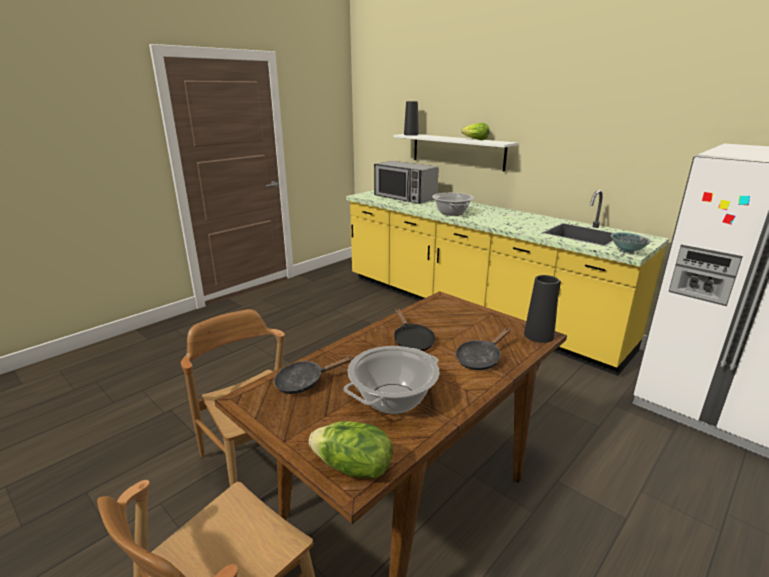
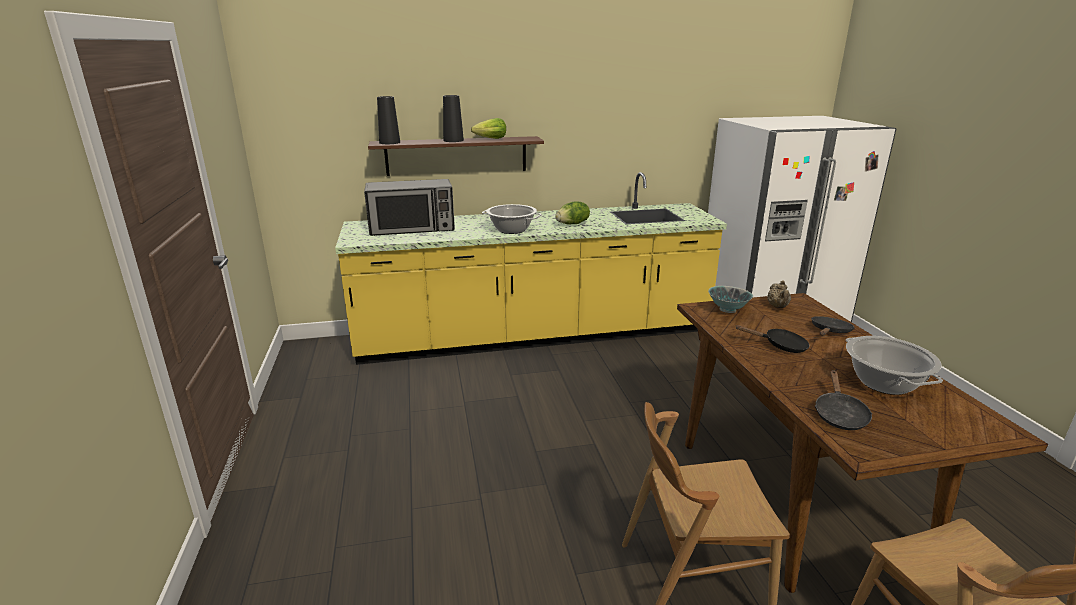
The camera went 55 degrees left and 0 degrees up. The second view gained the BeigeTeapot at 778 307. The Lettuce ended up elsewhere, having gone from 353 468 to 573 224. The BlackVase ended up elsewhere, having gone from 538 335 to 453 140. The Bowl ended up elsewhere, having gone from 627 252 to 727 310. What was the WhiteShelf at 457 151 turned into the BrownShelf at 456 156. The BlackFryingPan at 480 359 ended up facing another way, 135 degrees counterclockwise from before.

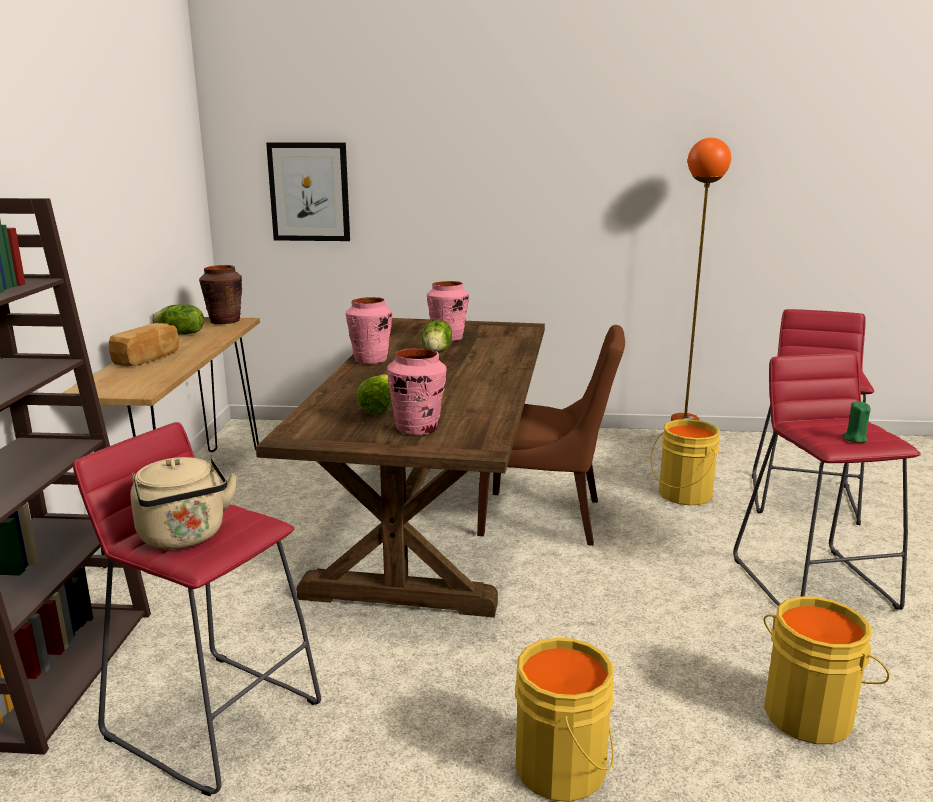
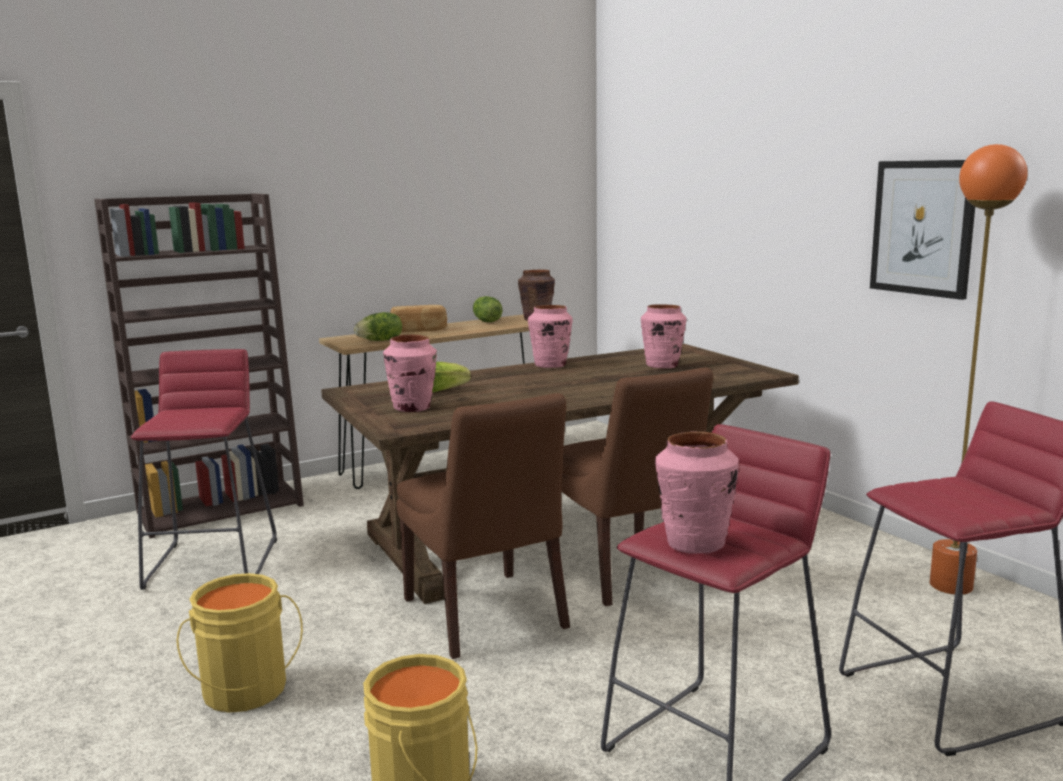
The camera went 55 degrees right and 5 degrees down. The second view lost the BeigeKettle at 185 537. The second view lost the YellowBucket at 682 495. The second view gained the BrownChair at 486 616. The Picture ended up elsewhere, having gone from 309 192 to 923 228. The Lettuce ended up elsewhere, having gone from 437 351 to 380 340. Where the GreenCandle stood at 854 439, the PinkVase came to stand at 694 543.

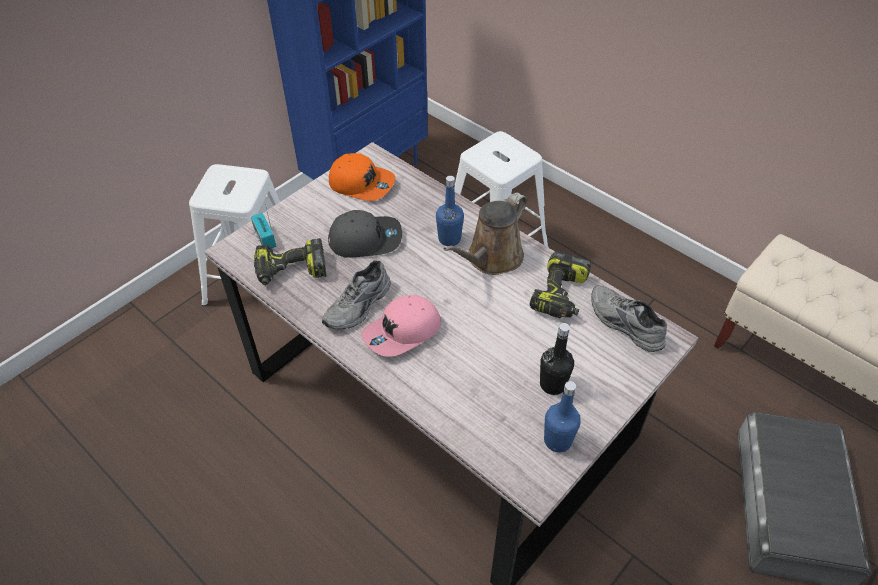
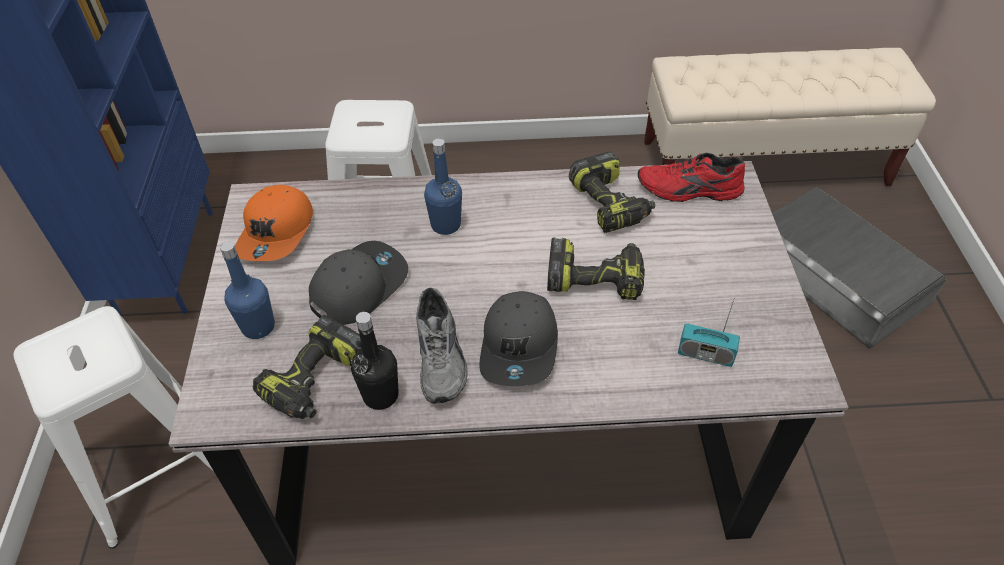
The camera went 45 degrees left and 0 degrees up. The second view lost the BrownWateringCan at 491 259. The second view gained the PowerDrill at 595 277. The Radio ended up elsewhere, having gone from 265 238 to 705 354. The BlackBottle ended up elsewhere, having gone from 552 384 to 380 395. The BlueBottle ended up elsewhere, having gone from 557 440 to 258 326. What was the PinkCap at 403 332 turned into the GreyCap at 520 347. What was the GreyShoe at 623 324 turned into the RedShoe at 689 191. The OrangeCap at 362 183 ended up facing another way, 120 degrees clockwise from before.

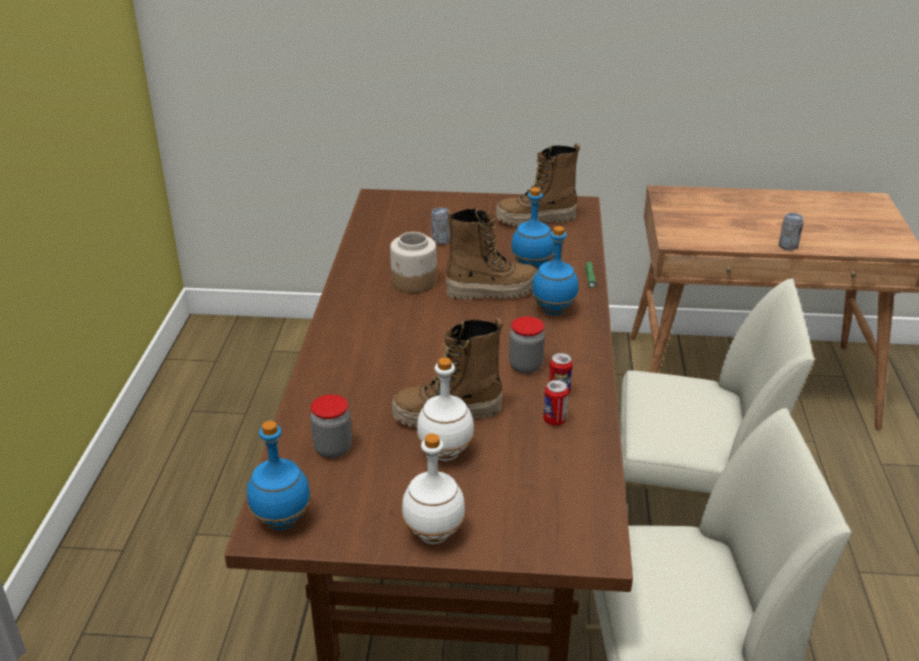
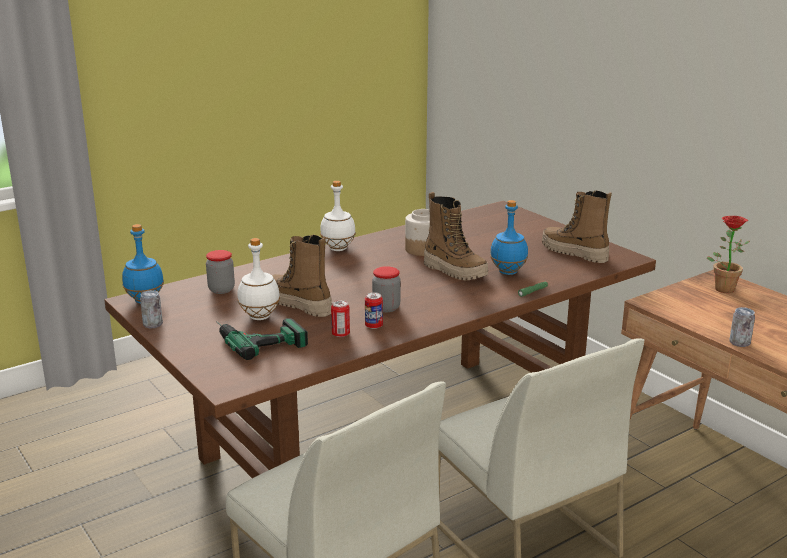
The camera went 50 degrees right and 10 degrees down. The second view lost the BlueBottle at 554 310. The second view gained the PowerDrill at 257 338. The second view gained the PottedPlant at 722 287. The WhiteBottle ended up elsewhere, having gone from 435 534 to 338 249. The Can ended up elsewhere, having gone from 440 241 to 153 324.

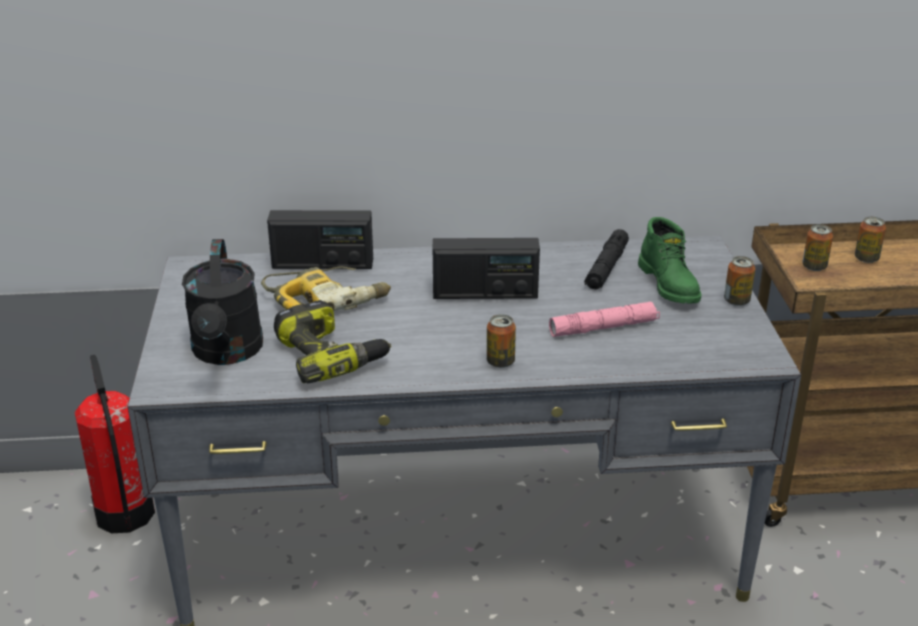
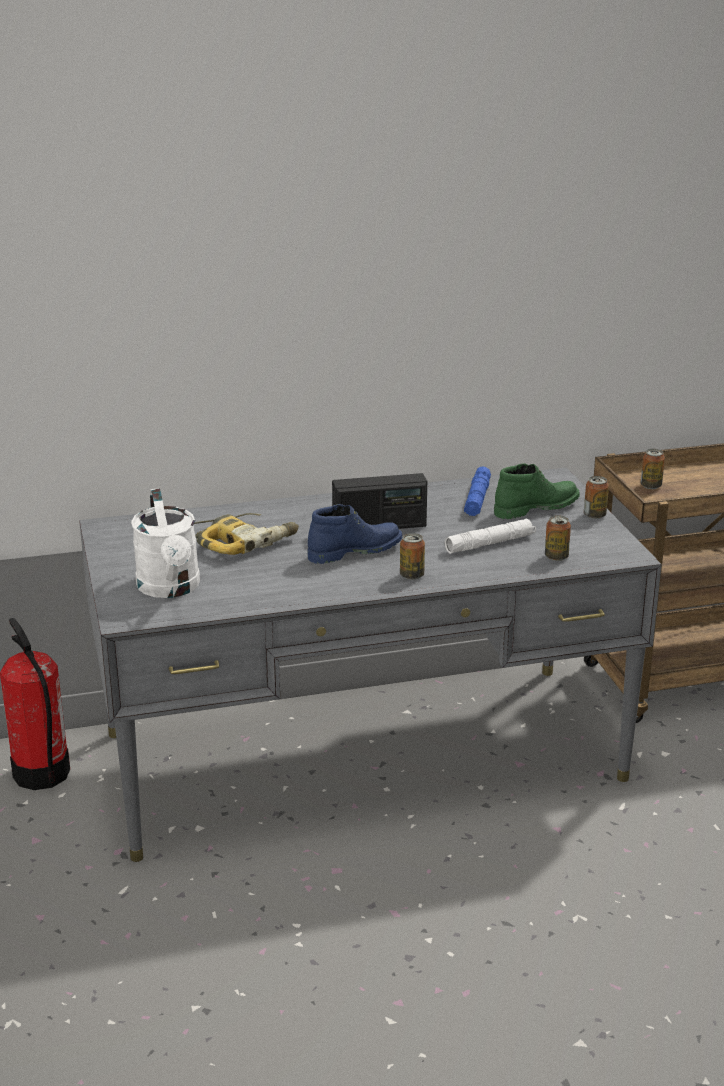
The camera went 10 degrees left and 5 degrees down. The second view lost the Radio at 322 264. The second view lost the PowerDrill at 331 355. The second view gained the BlueBoot at 354 551. The Can ended up elsewhere, having gone from 866 258 to 556 557. What was the BlackWateringCan at 227 353 turned into the WhiteWateringCan at 170 588. What was the PinkFlashlight at 604 327 turned into the WhiteFlashlight at 490 543. What was the BlackFlashlight at 606 267 turned into the BlueFlashlight at 477 499. The GreenBoot at 670 285 ended up facing another way, 90 degrees counterclockwise from before.

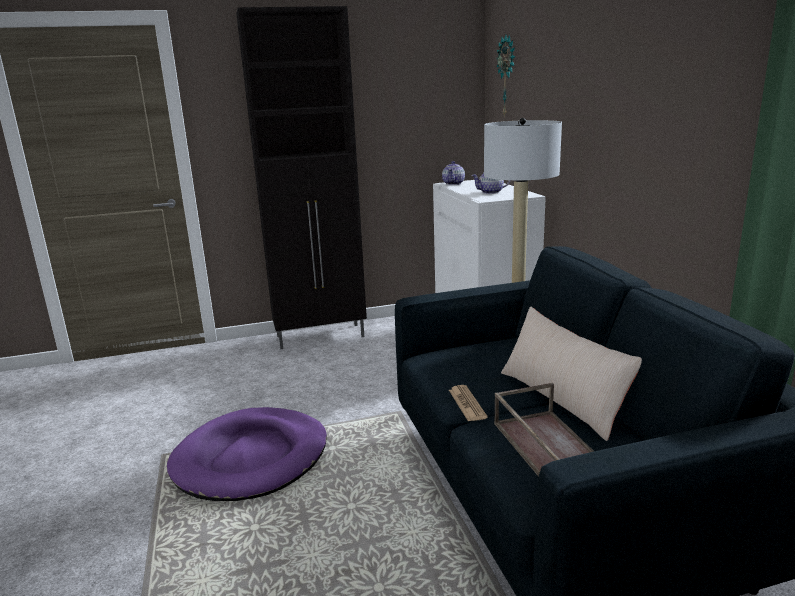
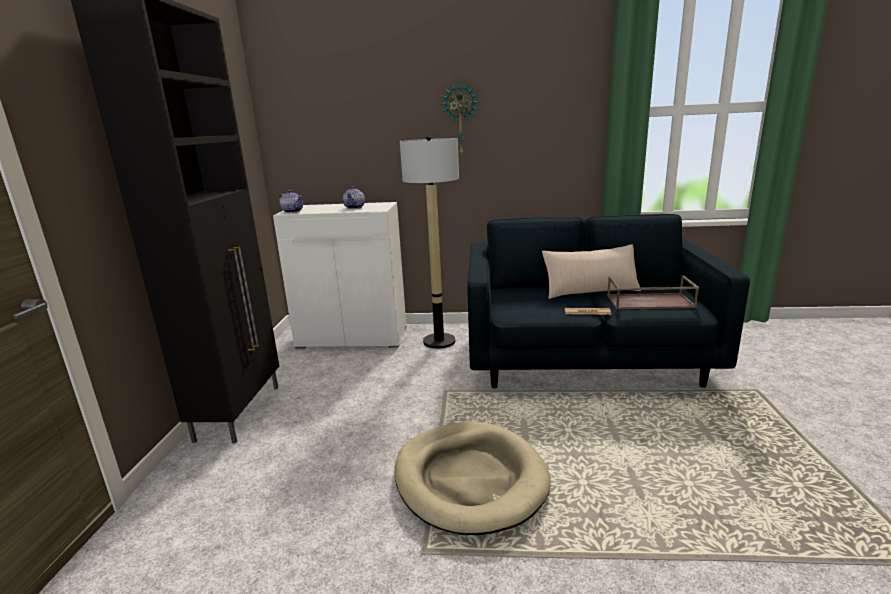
The camera went 70 degrees left and 0 degrees up. The WallClock ended up elsewhere, having gone from 508 76 to 460 119. What was the PurpleDogBed at 251 458 turned into the BeigeDogBed at 470 479.

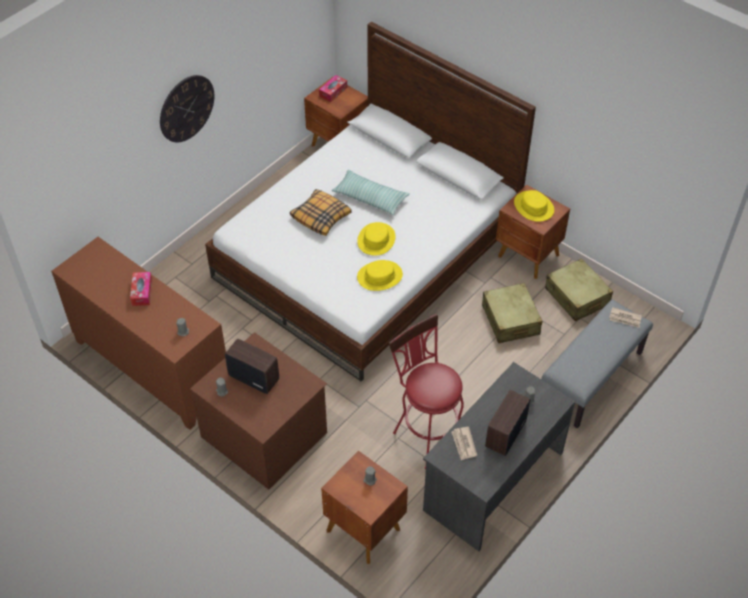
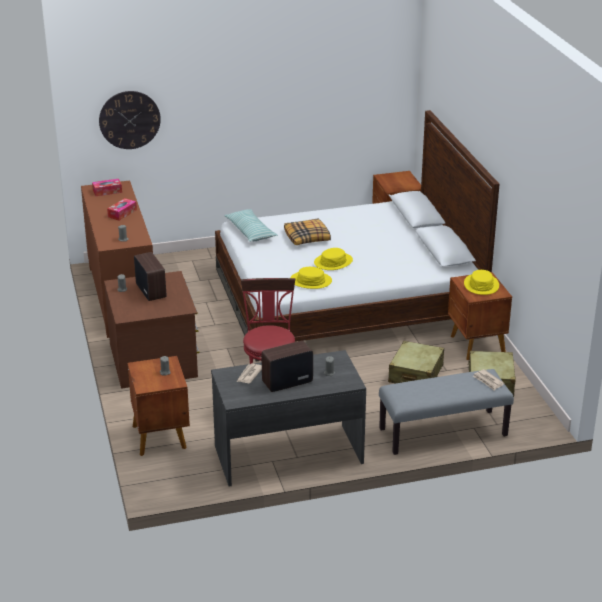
The camera went 35 degrees right and 20 degrees down. The WallClock ended up elsewhere, having gone from 186 108 to 129 120. The TissueBox ended up elsewhere, having gone from 333 92 to 107 191. The Pillow ended up elsewhere, having gone from 370 198 to 250 231.

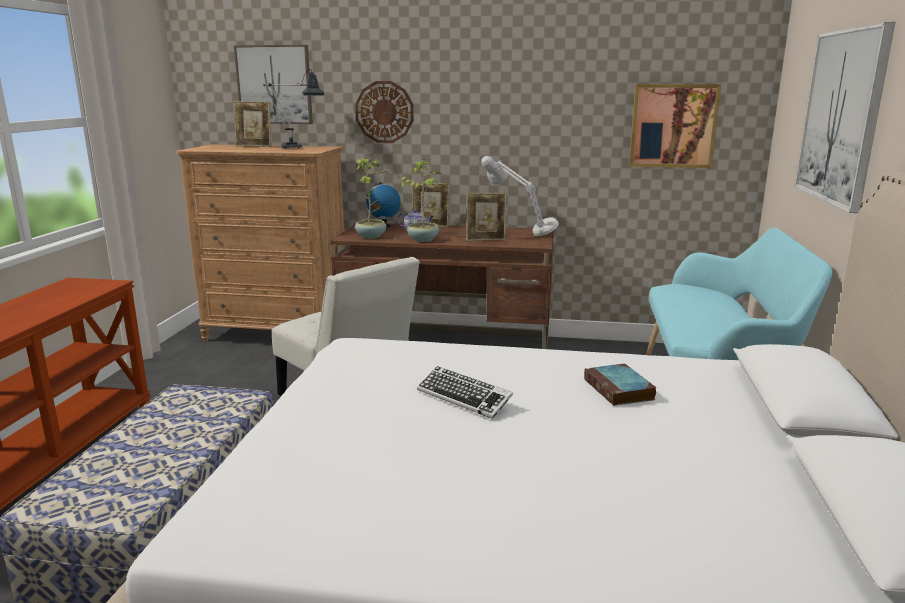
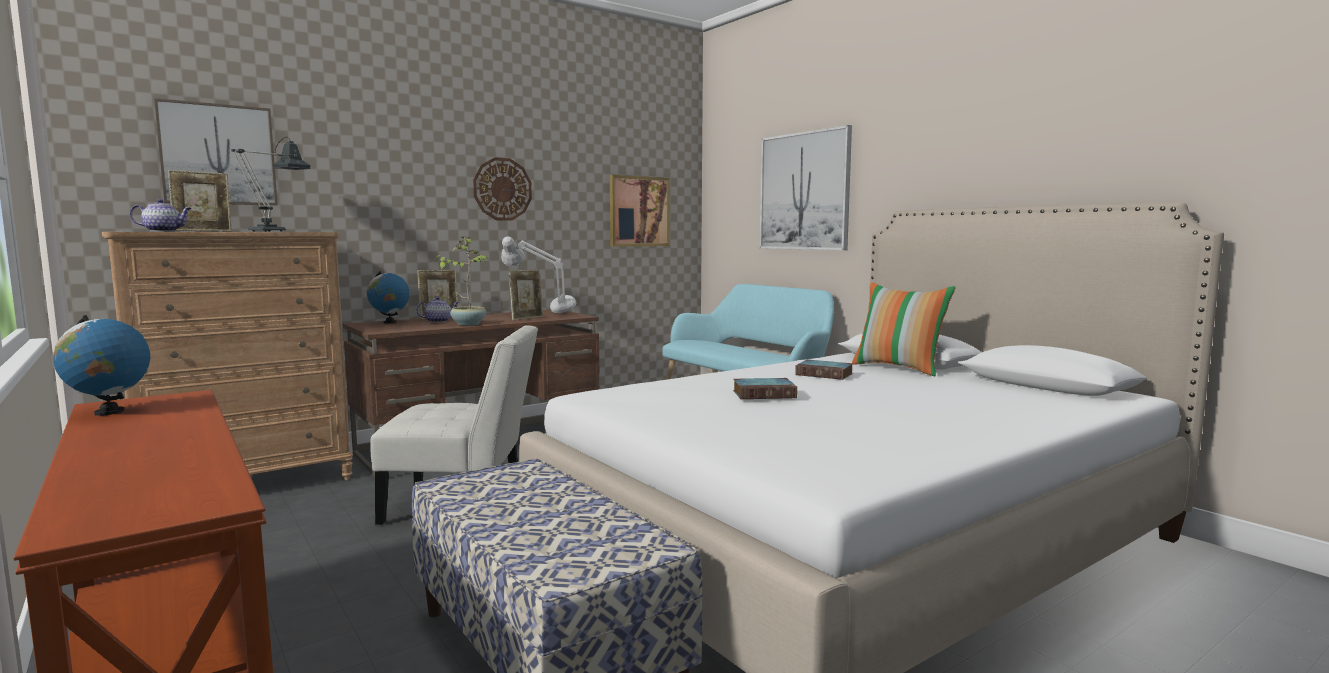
The camera went 45 degrees left and 10 degrees down. The second view lost the PottedPlant at 371 236. The second view gained the Globe at 108 412. The second view gained the Teapot at 164 231. The second view gained the Pillow at 899 368. The WallClock ended up elsewhere, having gone from 384 112 to 502 189. Where the Keyboard stood at 463 397, the Book came to stand at 765 394.

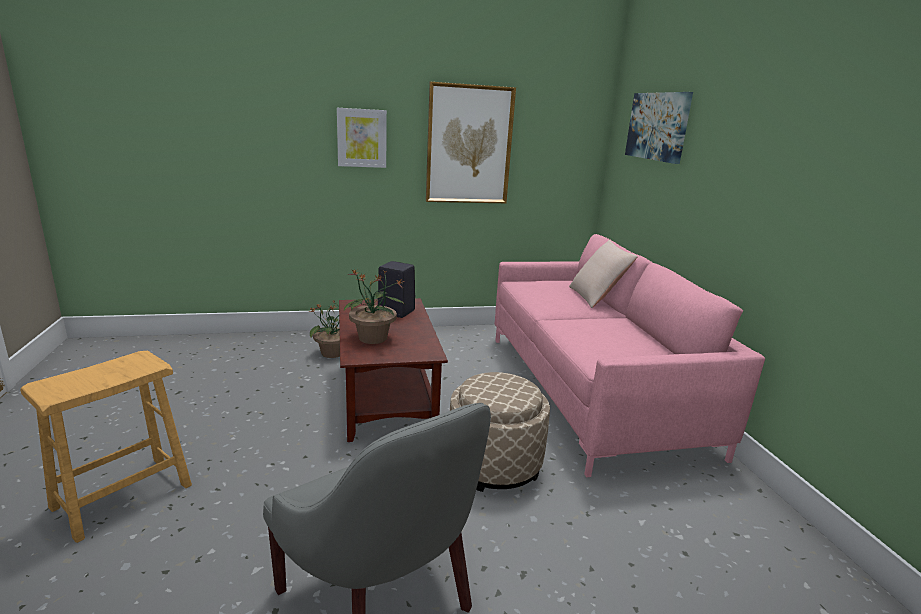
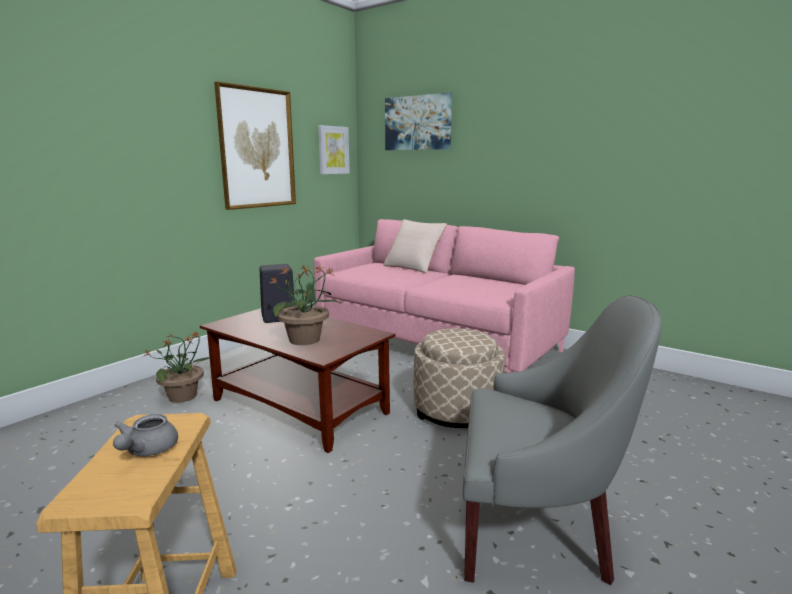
The camera went 40 degrees left and 5 degrees down. The second view gained the GreyTeapot at 146 451. The Picture ended up elsewhere, having gone from 361 138 to 333 150.

